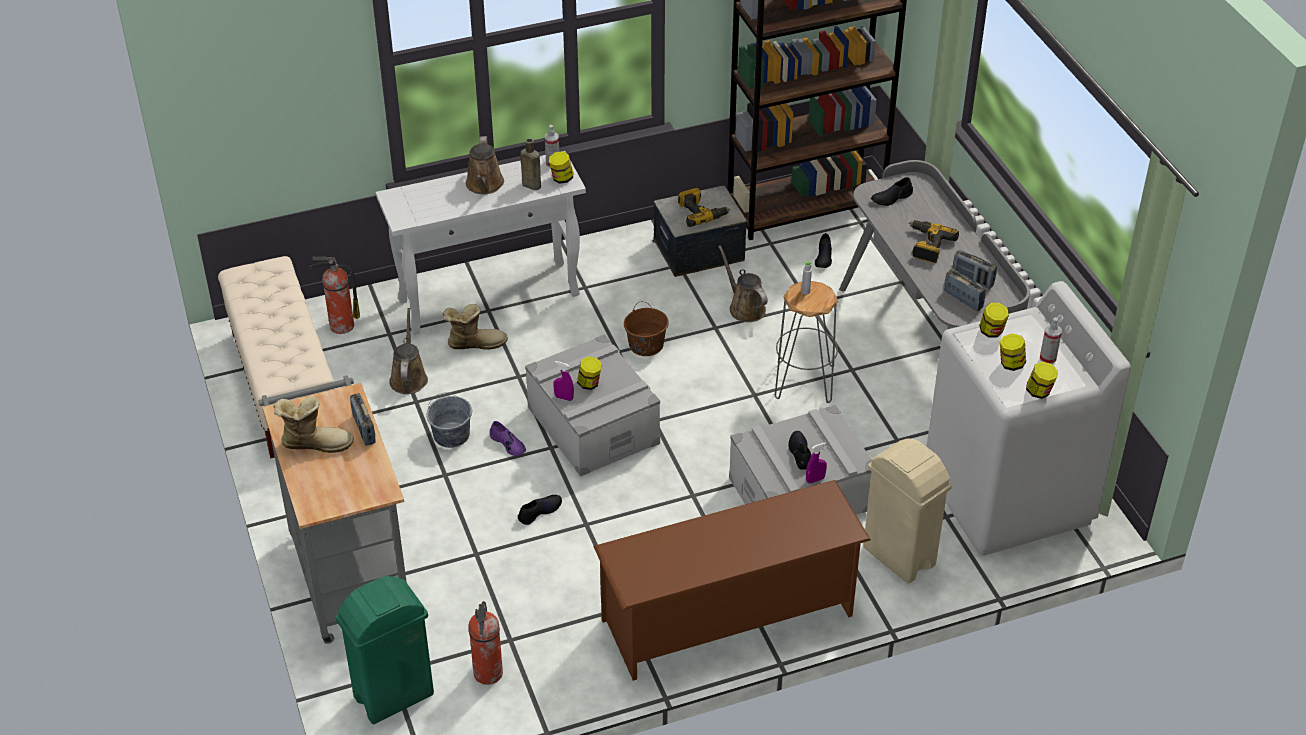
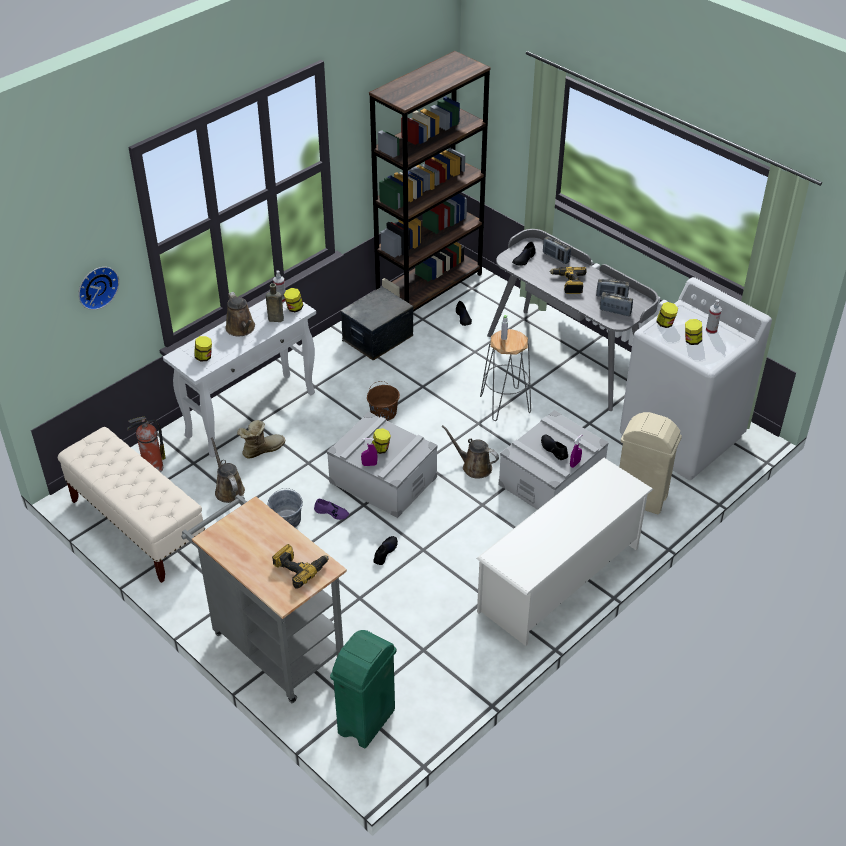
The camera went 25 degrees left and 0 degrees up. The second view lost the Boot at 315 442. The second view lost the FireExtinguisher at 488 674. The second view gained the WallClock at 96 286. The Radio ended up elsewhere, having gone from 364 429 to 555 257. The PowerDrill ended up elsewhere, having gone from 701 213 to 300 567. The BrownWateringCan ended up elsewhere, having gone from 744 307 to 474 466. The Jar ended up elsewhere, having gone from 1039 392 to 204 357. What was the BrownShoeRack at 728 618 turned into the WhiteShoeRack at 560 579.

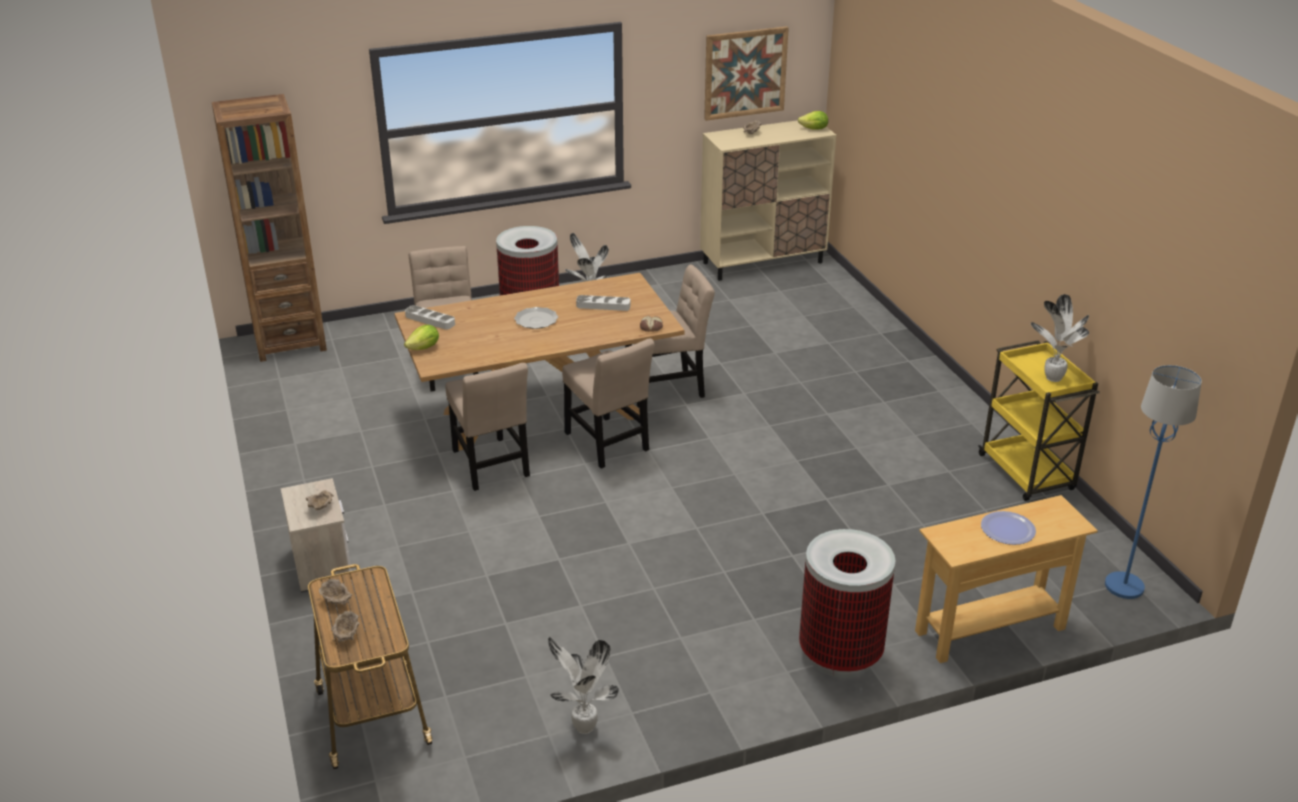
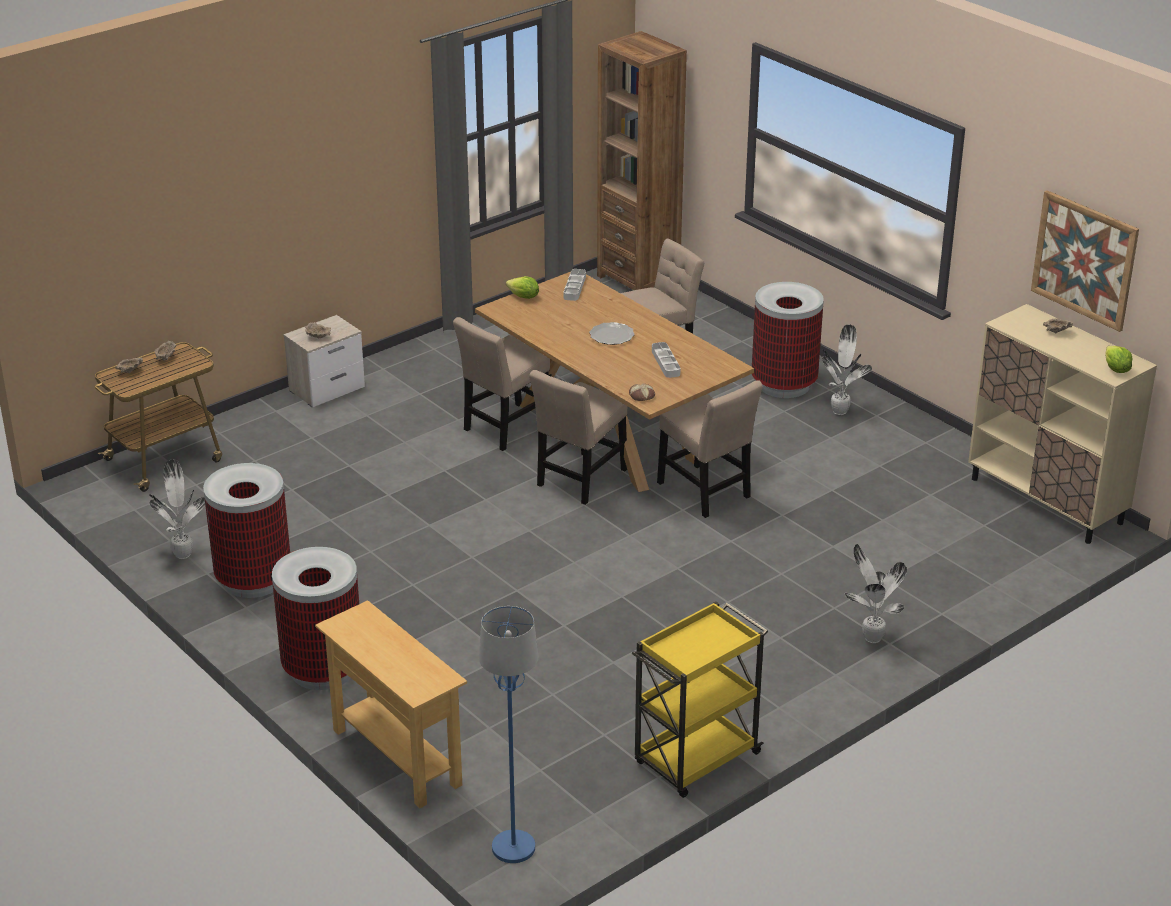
The camera went 70 degrees right and 0 degrees up. The second view lost the Plate at 1007 529. The second view gained the TrashCan at 253 579. The PottedPlant ended up elsewhere, having gone from 1052 378 to 871 637.

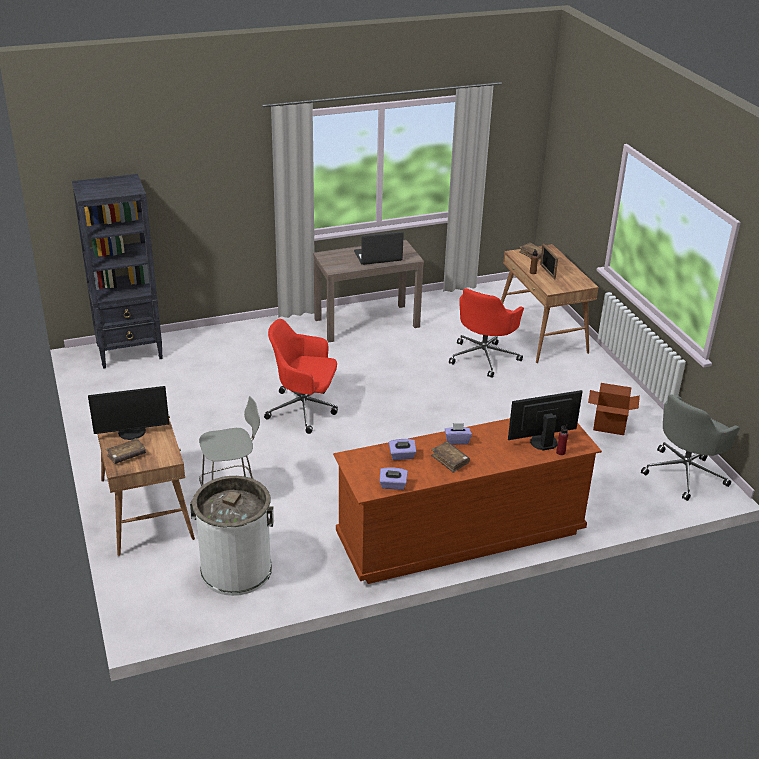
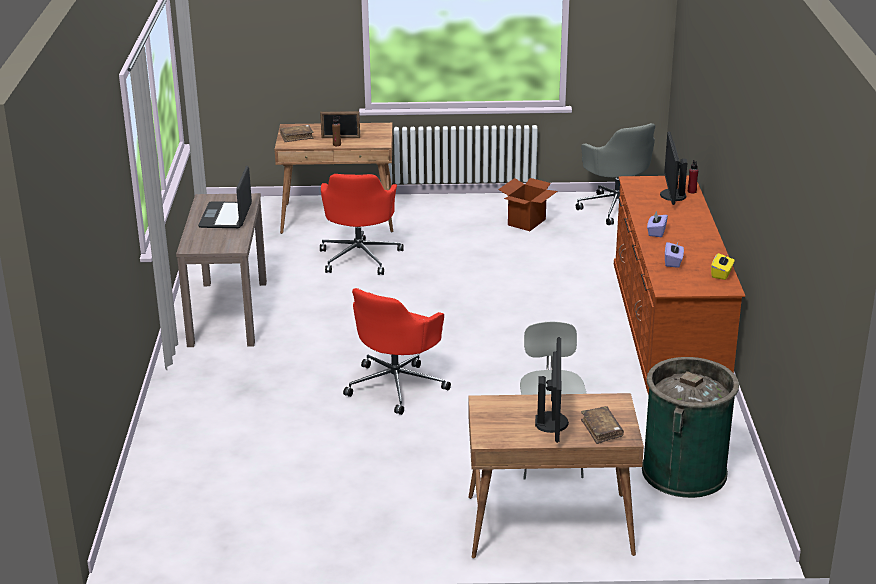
The camera went 70 degrees left and 5 degrees down. The second view lost the BlackBookcase at 130 352. The second view lost the BrownBook at 450 460. What was the WhiteTrashCan at 236 569 turned into the GreenTrashCan at 684 472. What was the PurpleTissueBox at 393 485 turned into the YellowTissueBox at 721 274. The RedOfficeChair at 484 357 ended up facing another way, 45 degrees clockwise from before.

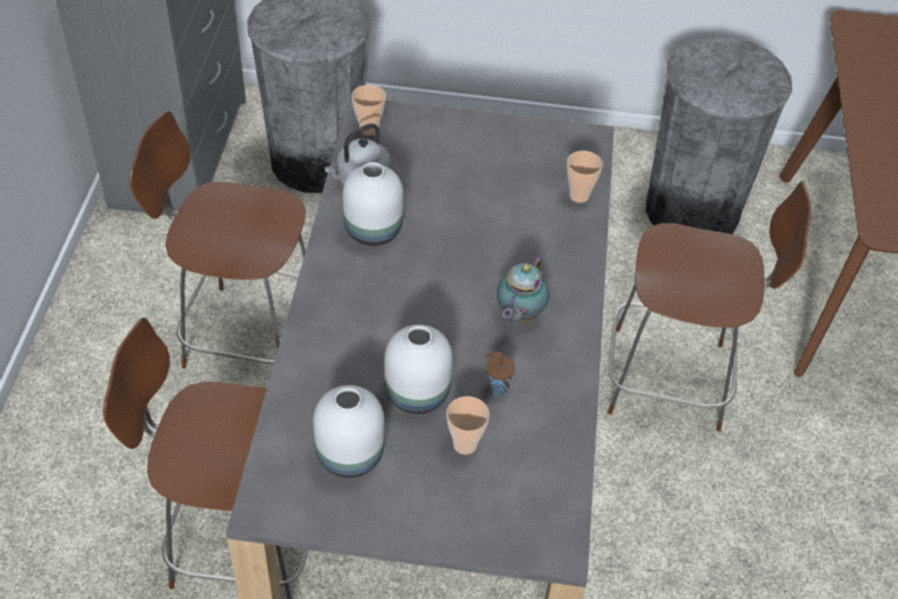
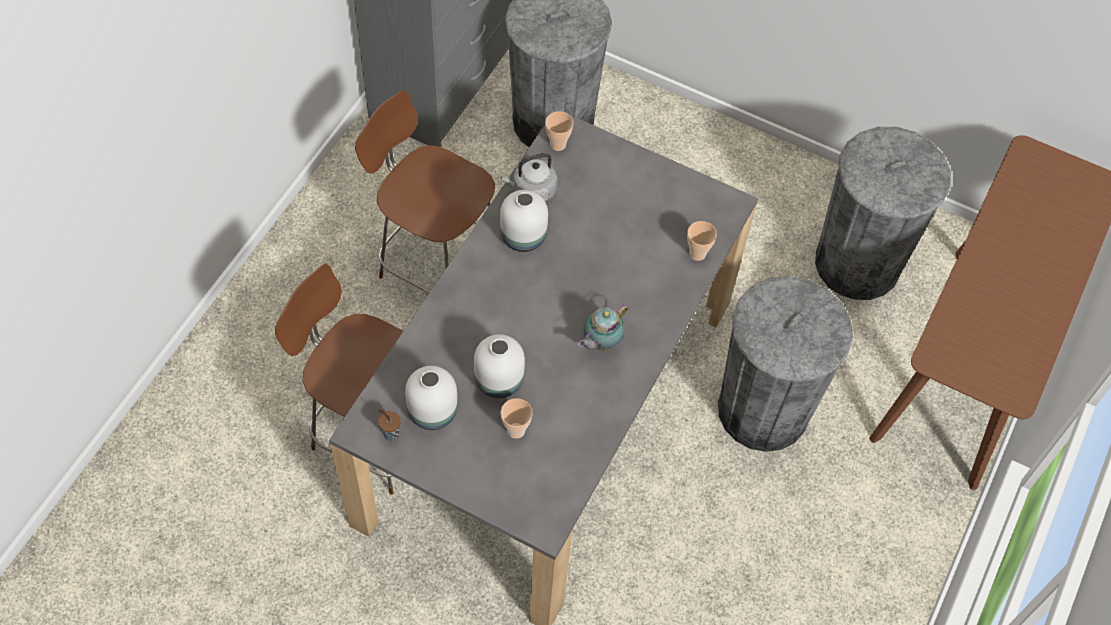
The camera went 20 degrees right and 10 degrees up. The BrownCup ended up elsewhere, having gone from 496 388 to 390 433. Where the BrownChair stood at 672 379, the GreyTrashCan came to stand at 763 410.

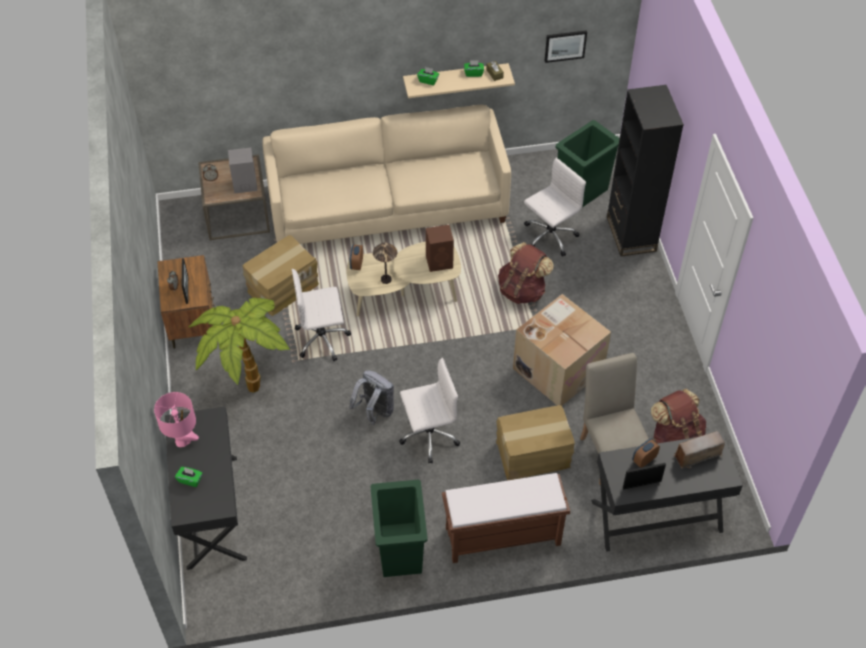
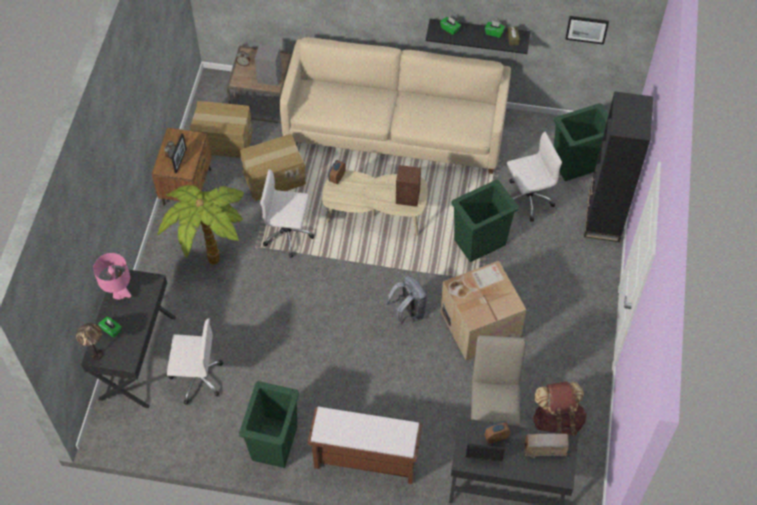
The camera went 20 degrees right and 5 degrees up. The GreyBackpack ended up elsewhere, having gone from 375 411 to 408 312. The TableLamp ended up elsewhere, having gone from 386 279 to 97 355. The WhiteOfficeChair ended up elsewhere, having gone from 428 435 to 196 378. The CardboardBox ended up elsewhere, having gone from 533 455 to 223 141. Where the BrownBackpack stood at 522 290, the GreenTrashCan came to stand at 480 242. What was the BeigeShelf at 455 78 turned into the BlackShelf at 479 32.

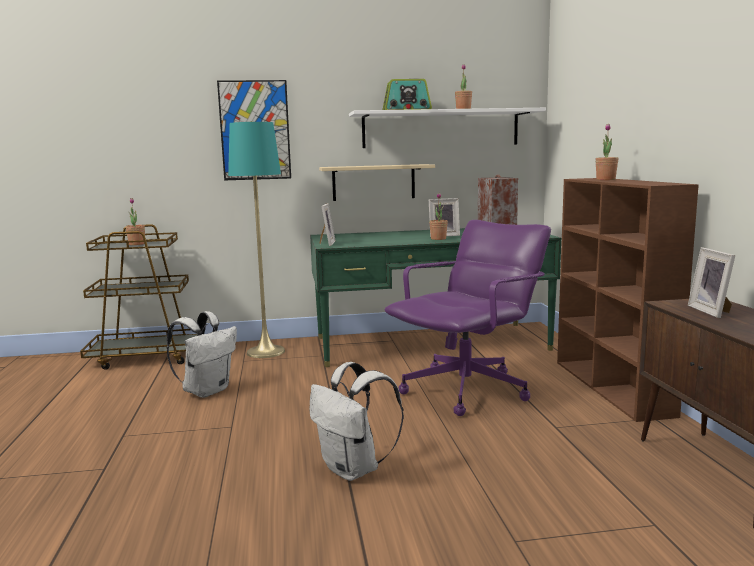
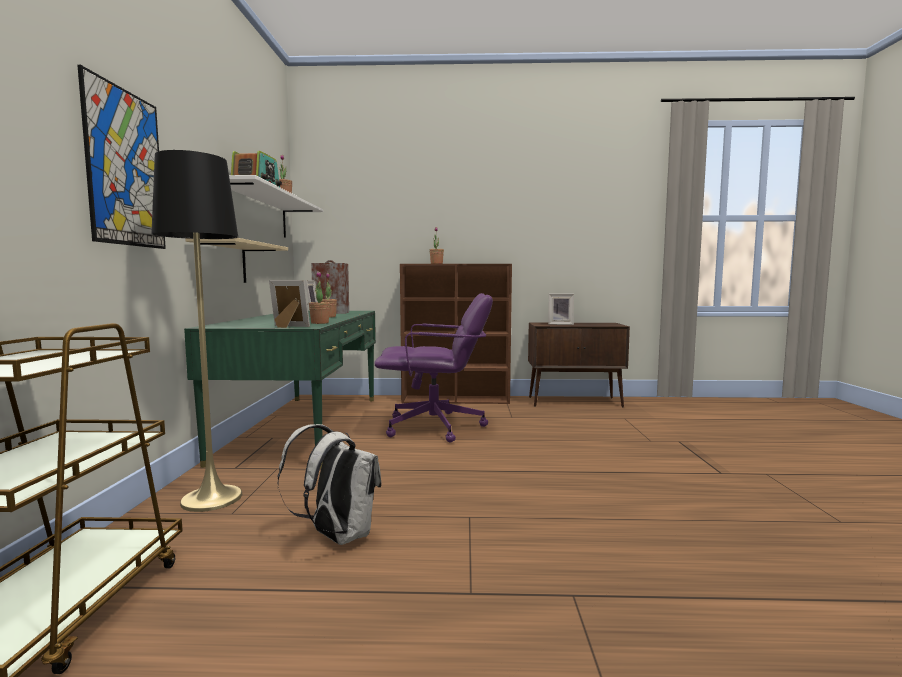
The camera went 80 degrees left and 5 degrees down. The second view lost the WhiteBackpack at 354 470. The PottedPlant ended up elsewhere, having gone from 136 244 to 319 323. What was the TurquoiseFloorLamp at 266 352 turned into the BlackFloorLamp at 212 498. The PurpleOfficeChair at 467 390 ended up facing another way, 120 degrees clockwise from before.

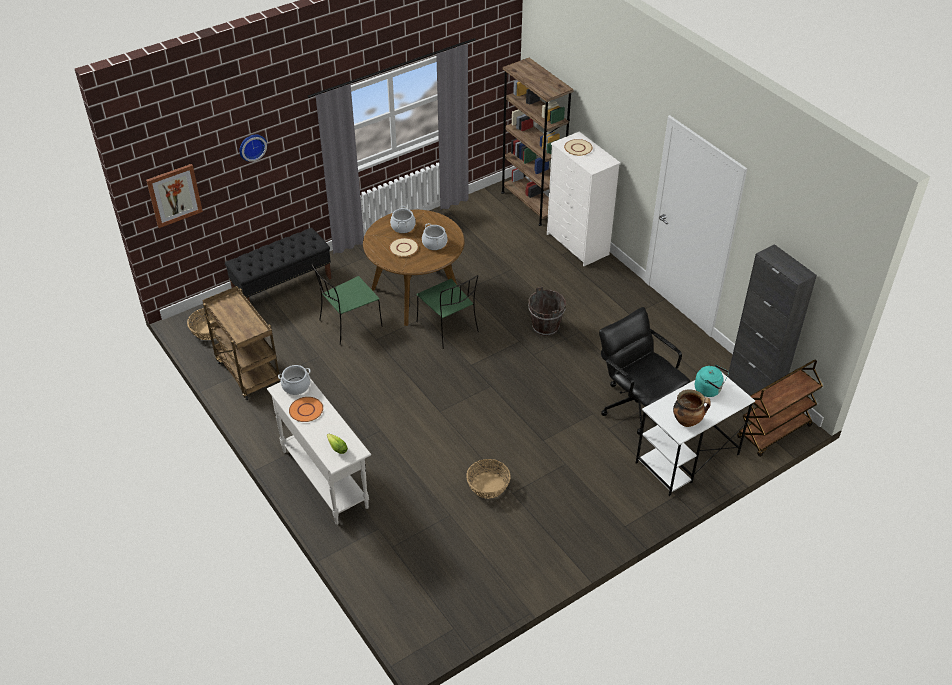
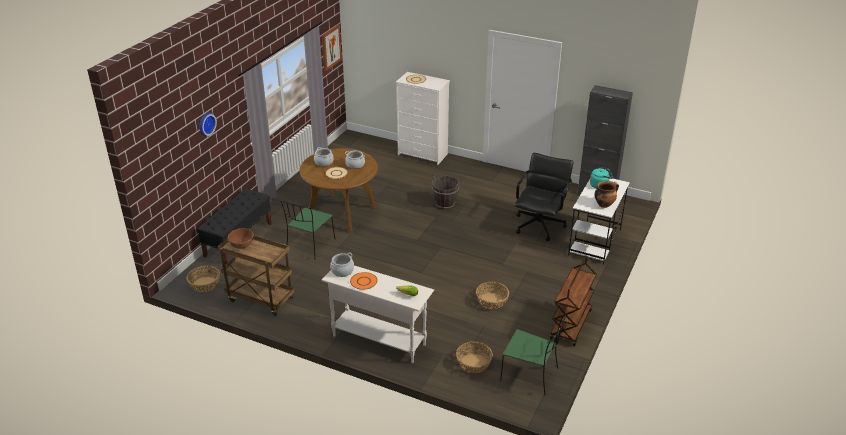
The camera went 30 degrees left and 10 degrees down. The second view lost the BrownBookcase at 531 204. The second view gained the BrownBowl at 242 245. The second view gained the Basket at 473 363. The Picture ended up elsewhere, having gone from 174 195 to 331 47. The GreenChair ended up elsewhere, having gone from 448 328 to 531 375. The BrownCart ended up elsewhere, having gone from 774 432 to 571 325. The BlackOfficeChair at 636 405 ended up facing another way, 90 degrees clockwise from before.

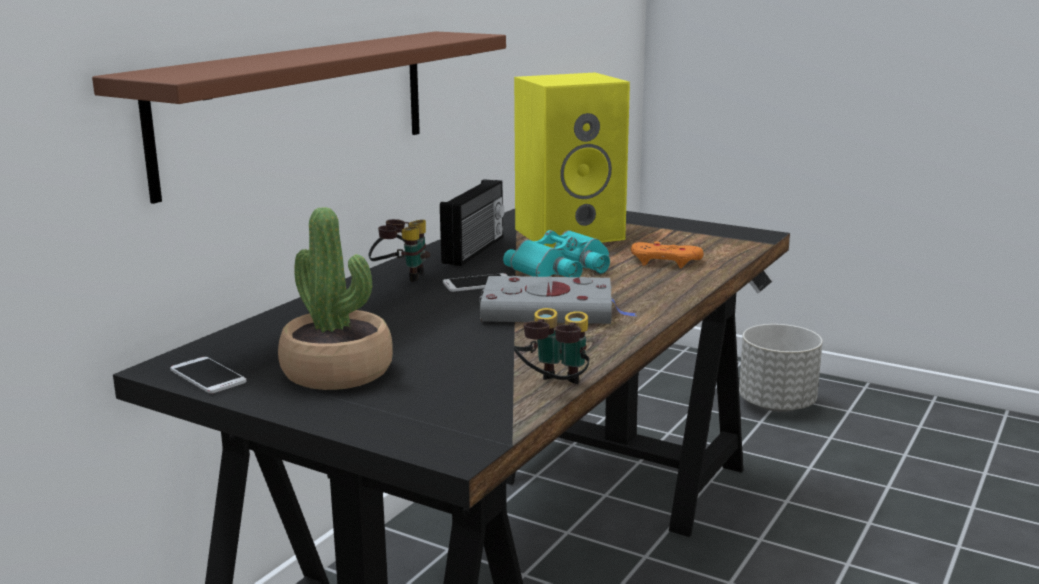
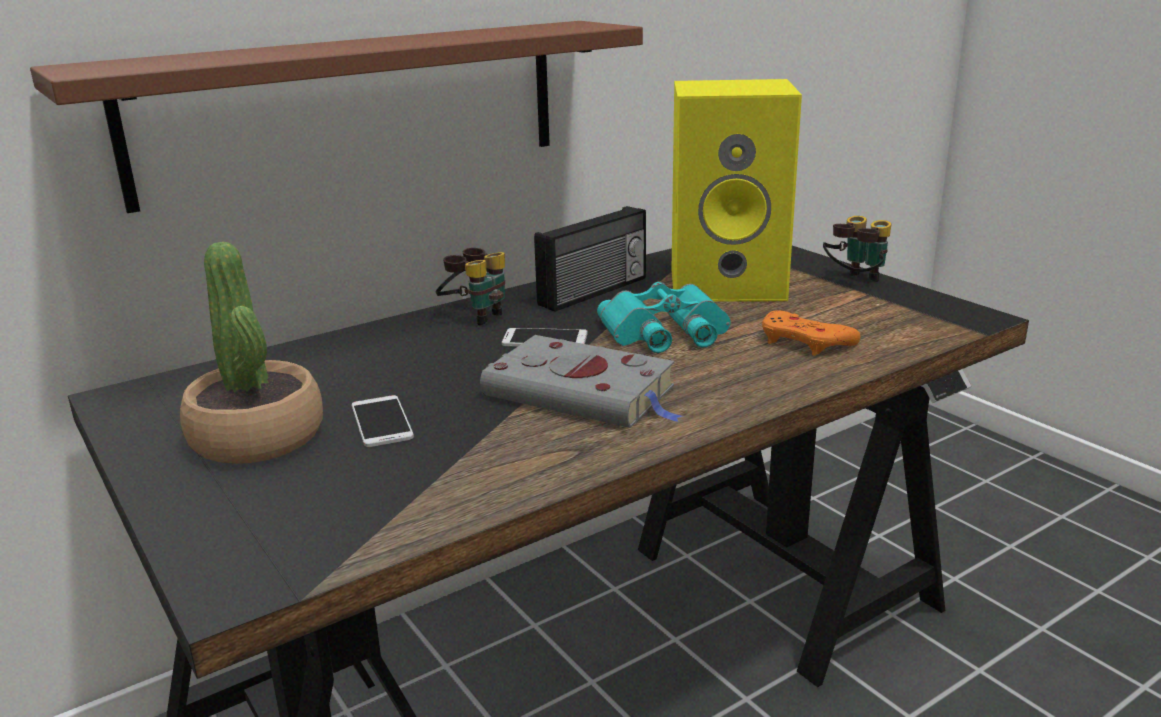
The camera went 25 degrees right and 5 degrees up. The second view lost the GreyPlanter at 776 404. The Phone ended up elsewhere, having gone from 208 376 to 381 422. The Binoculars ended up elsewhere, having gone from 554 389 to 854 283.

